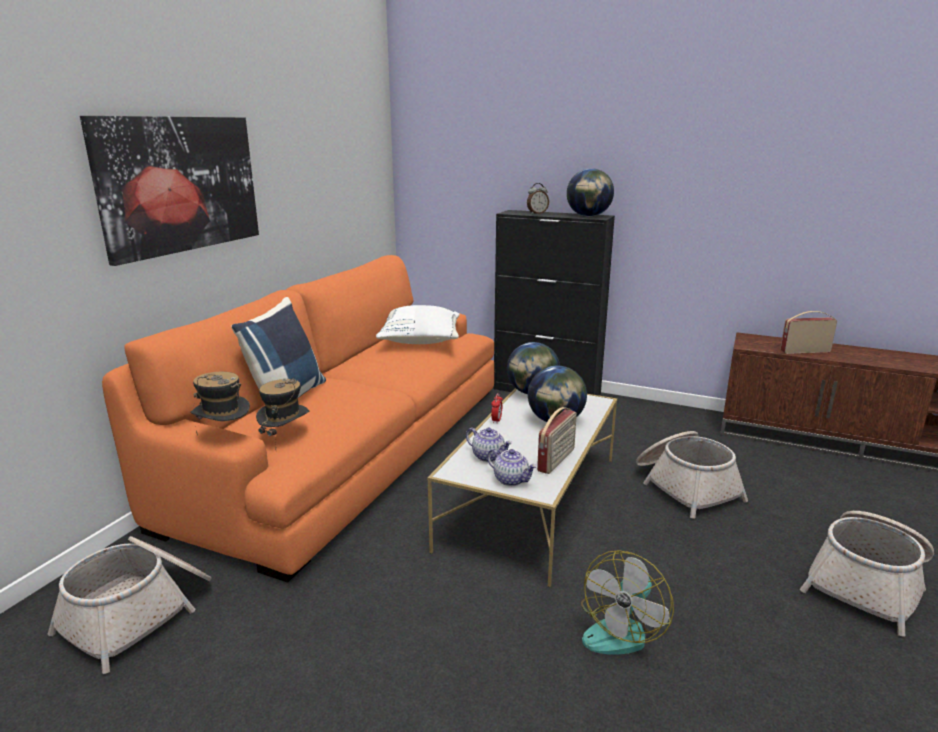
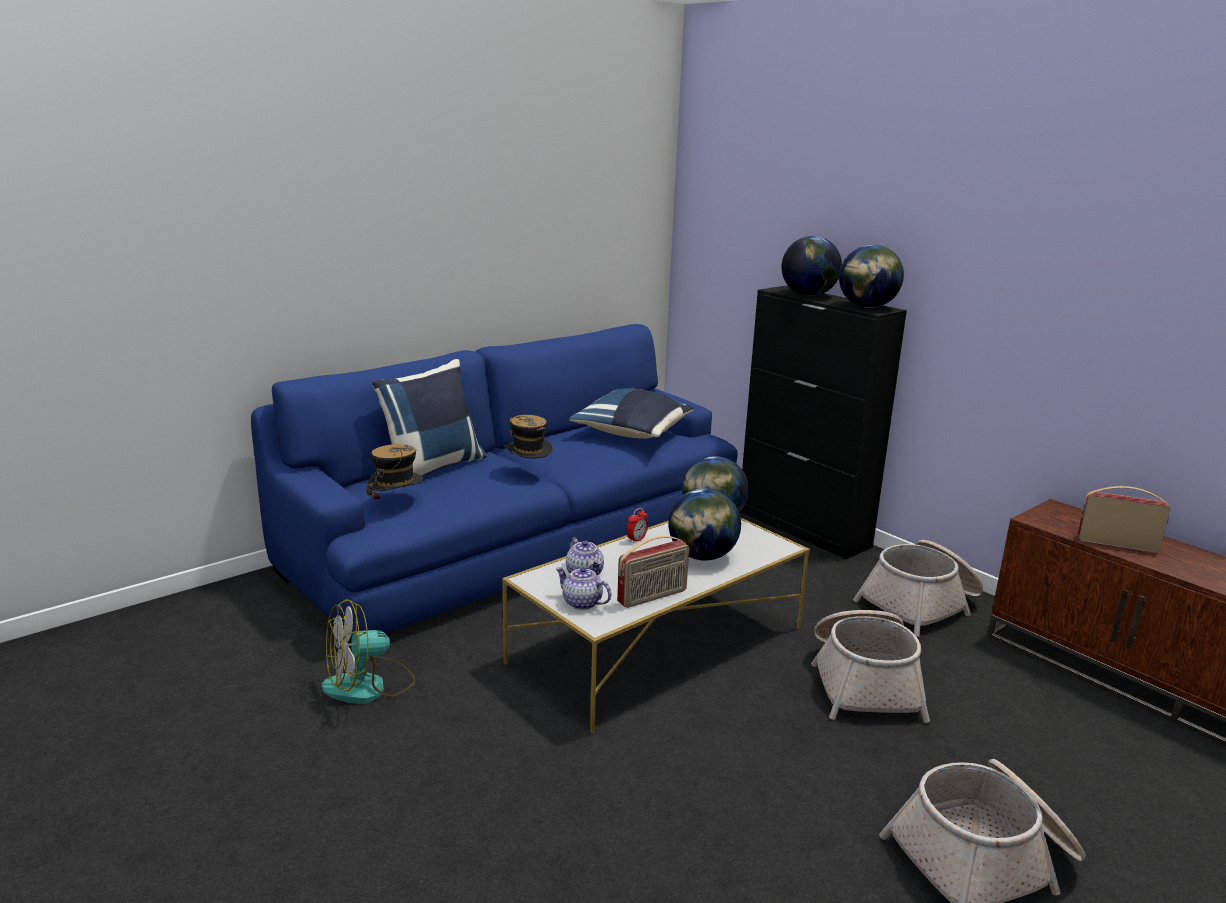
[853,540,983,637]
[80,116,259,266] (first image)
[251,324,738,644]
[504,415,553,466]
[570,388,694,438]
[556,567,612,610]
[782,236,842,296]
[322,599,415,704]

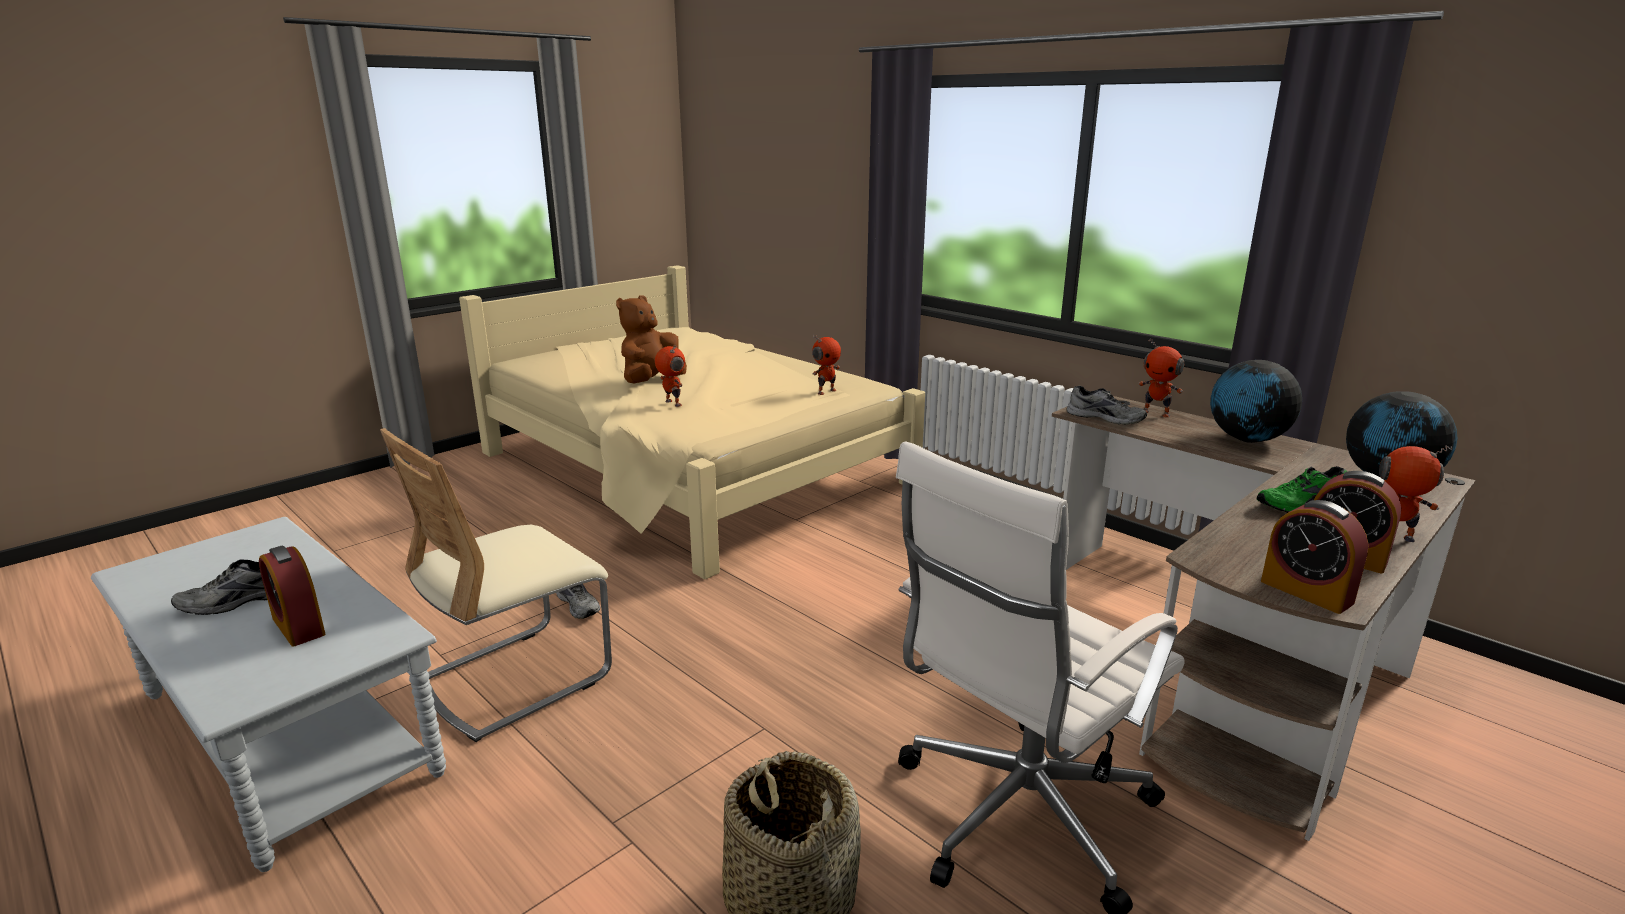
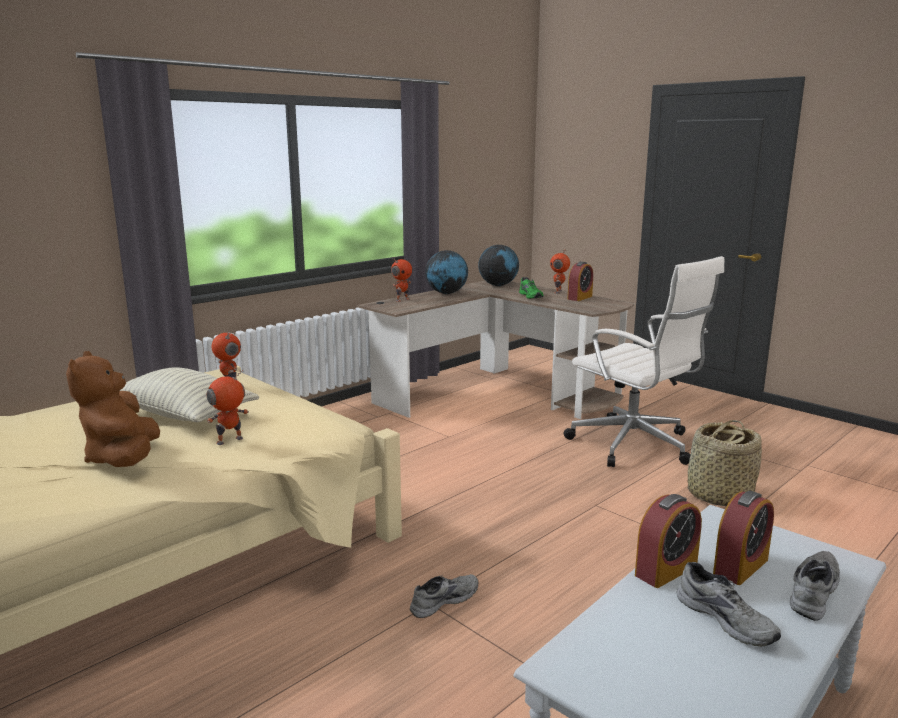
[380,428,612,742] (first image)
[66,351,160,467]
[790,551,840,621]
[635,494,702,588]
[120,367,259,422]

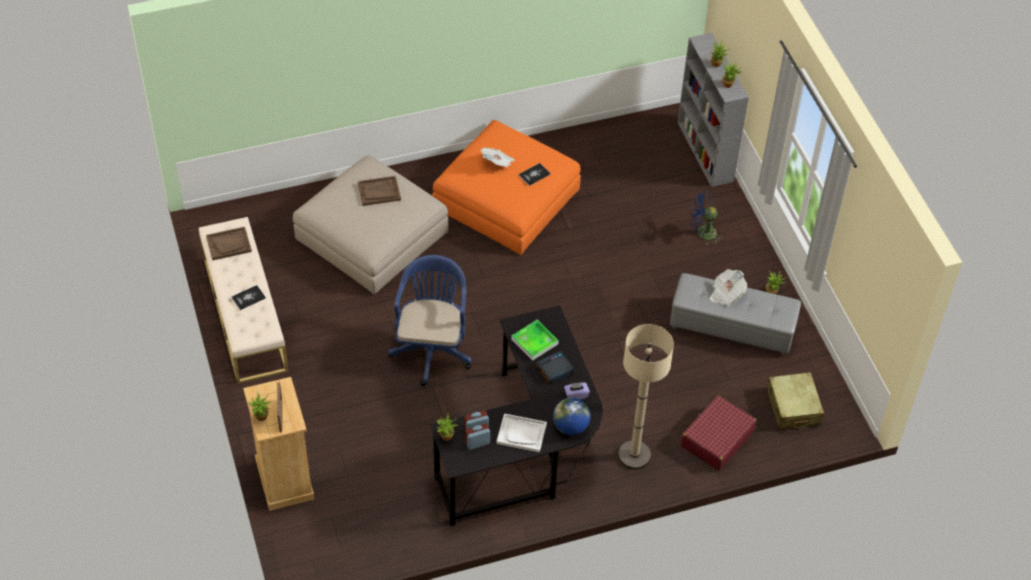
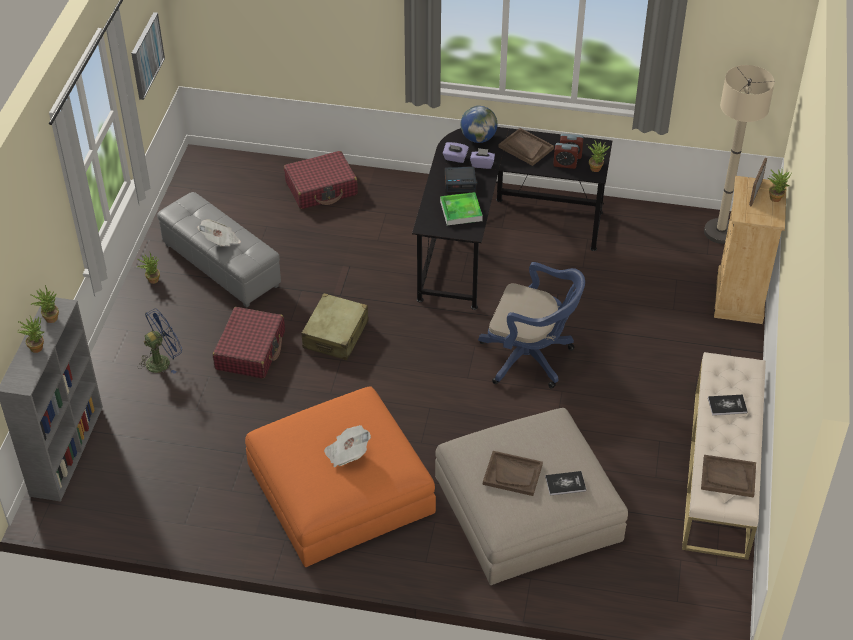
[478,262,585,389]
[499,128,554,166]
[545,471,586,496]
[704,65,775,244]
[138,308,182,374]
[302,293,368,360]
[131,12,165,100]
[213,307,285,379]
[470,148,495,169]

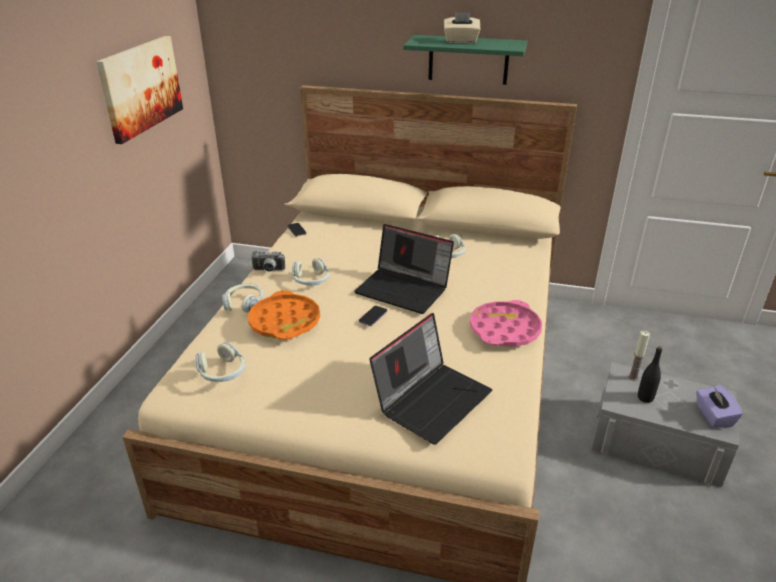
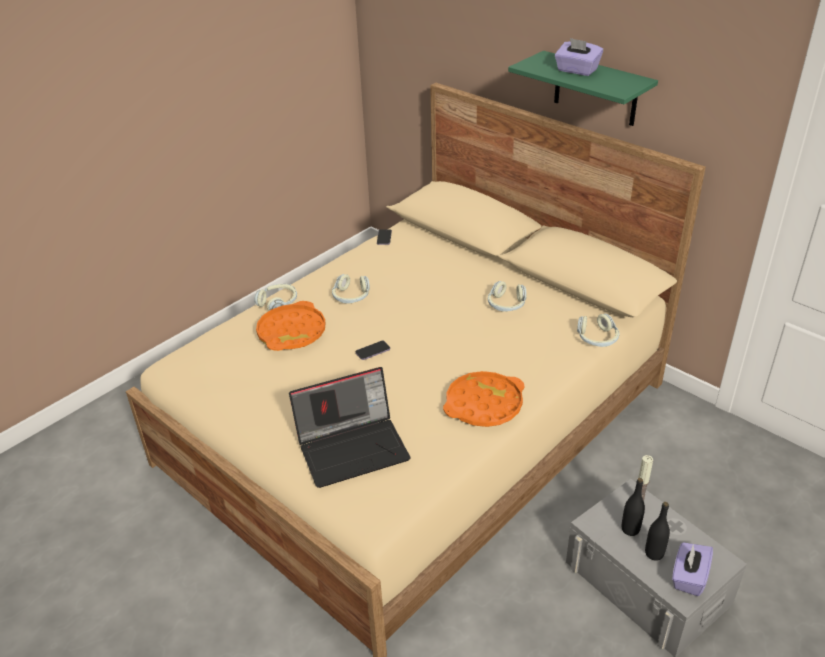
[96,36,183,144] (first image)
[577,313,620,347]
[251,251,285,272] (first image)
[354,224,454,314] (first image)
[555,38,603,76]
[443,371,525,427]
[645,502,670,561]

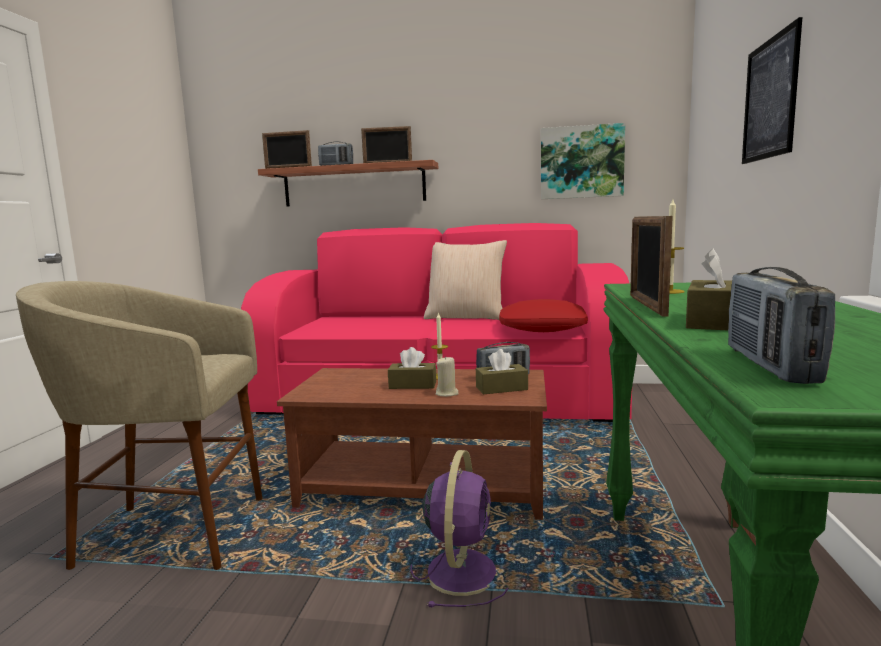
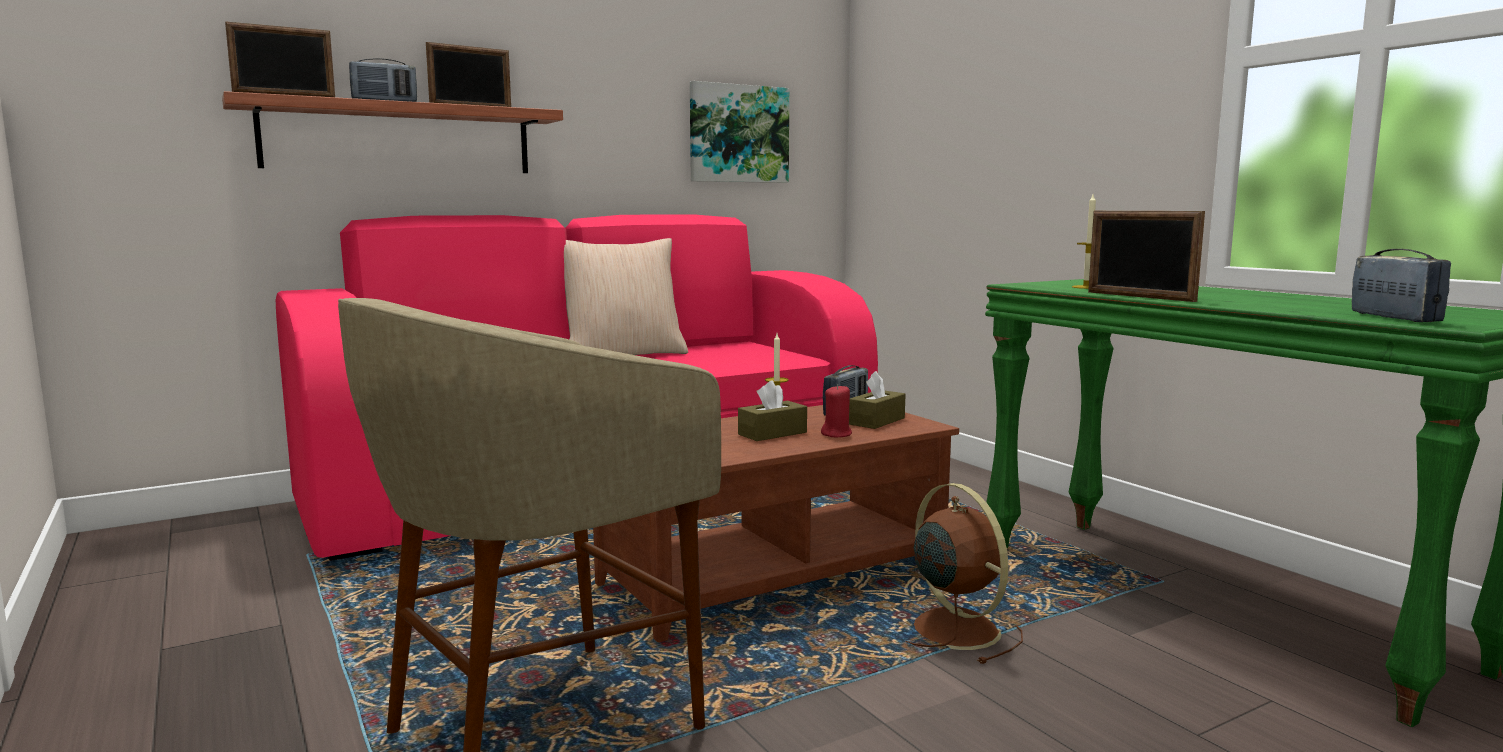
[906,483,1023,664]
[821,384,852,437]
[499,299,588,332] (first image)
[686,249,732,331] (first image)
[1352,249,1451,322]
[742,17,802,164] (first image)

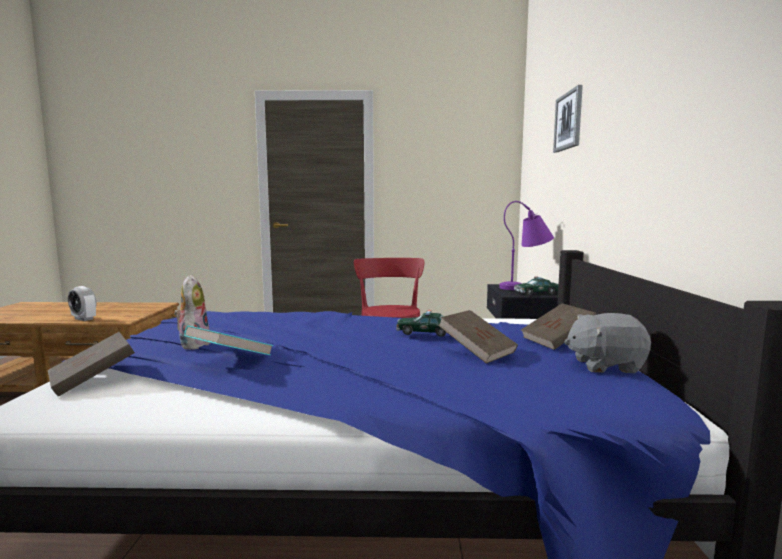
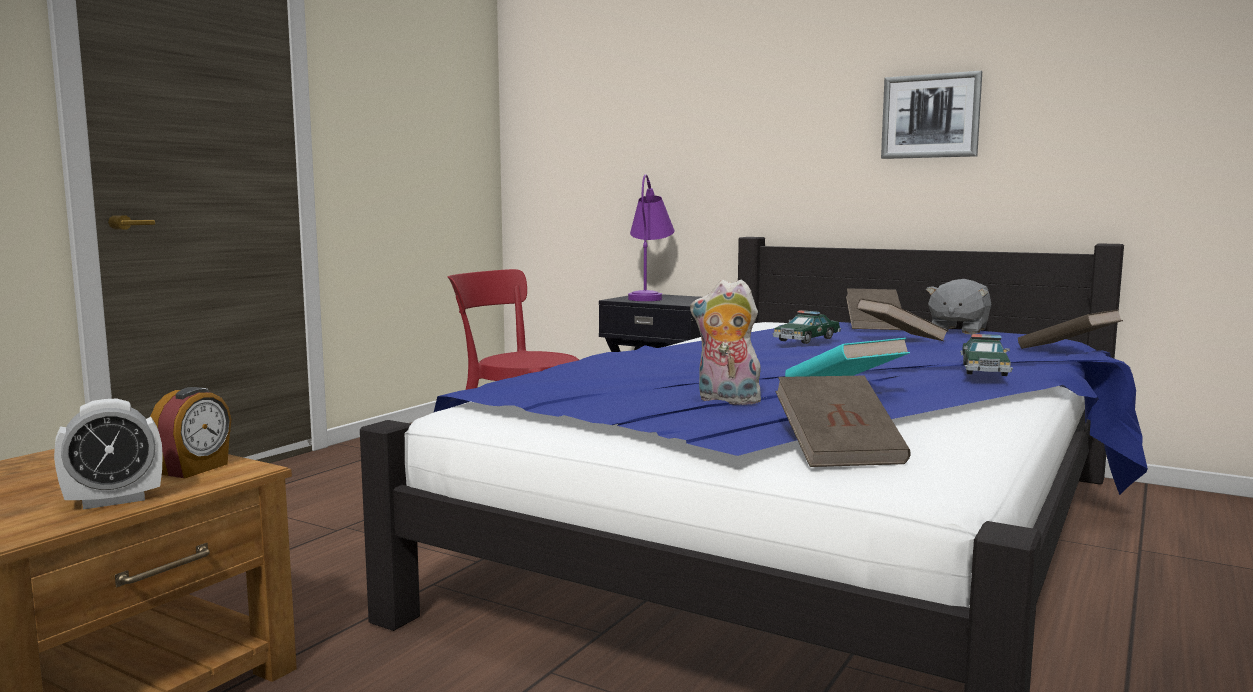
[960,334,1013,376]
[881,71,982,159]
[150,387,231,478]
[1018,309,1123,349]

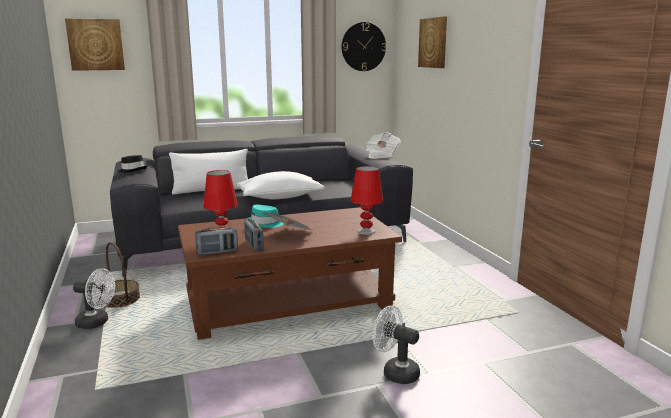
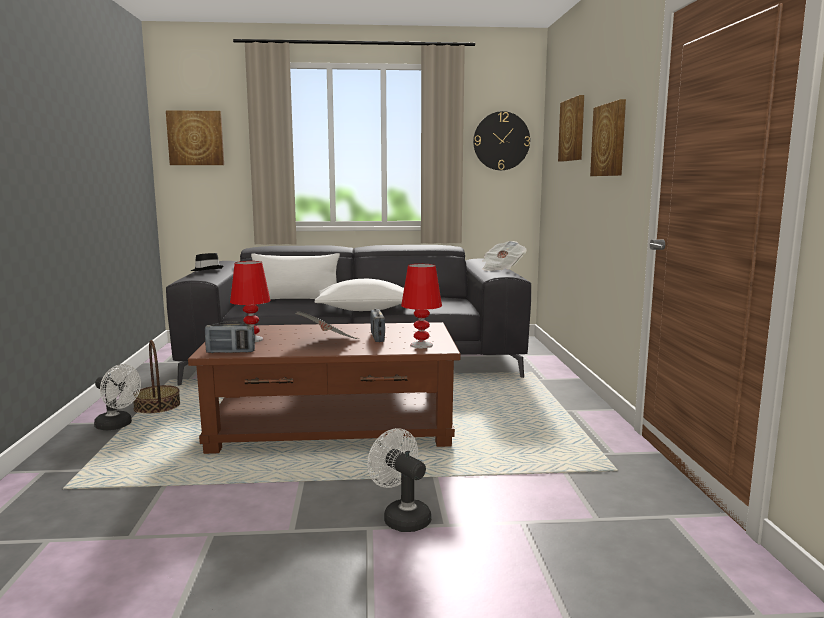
[370,309,385,342]
[247,205,284,228] (first image)
[590,99,626,176]

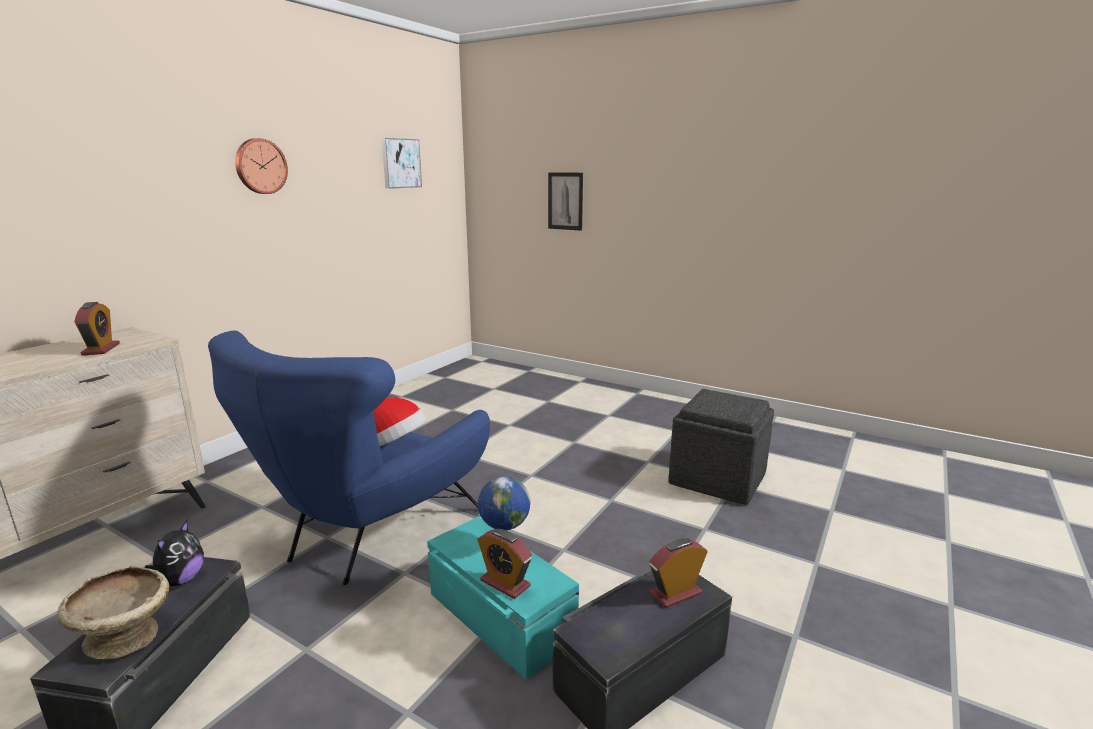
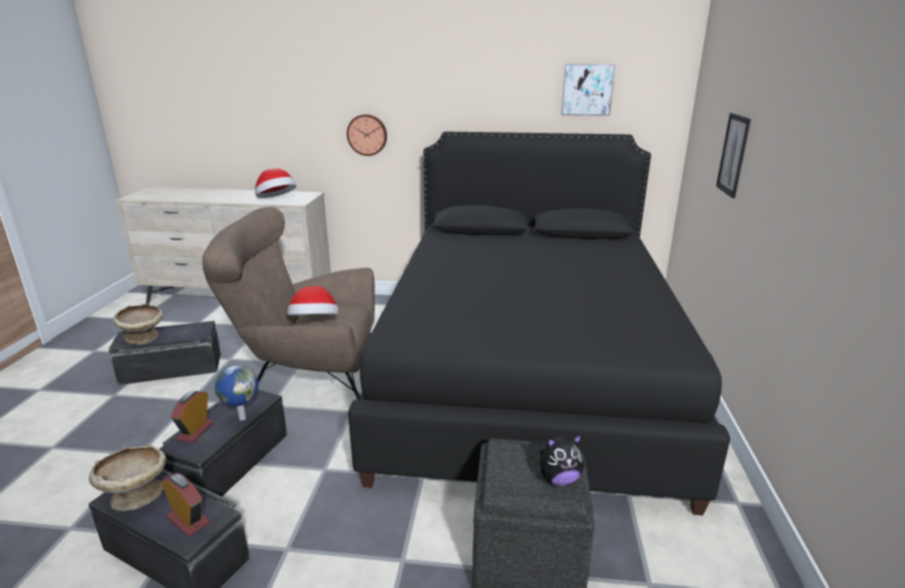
[255,168,296,198]
[540,434,585,486]
[202,207,375,399]
[347,114,387,156]
[160,390,287,501]
[89,445,166,511]
[348,132,730,515]

